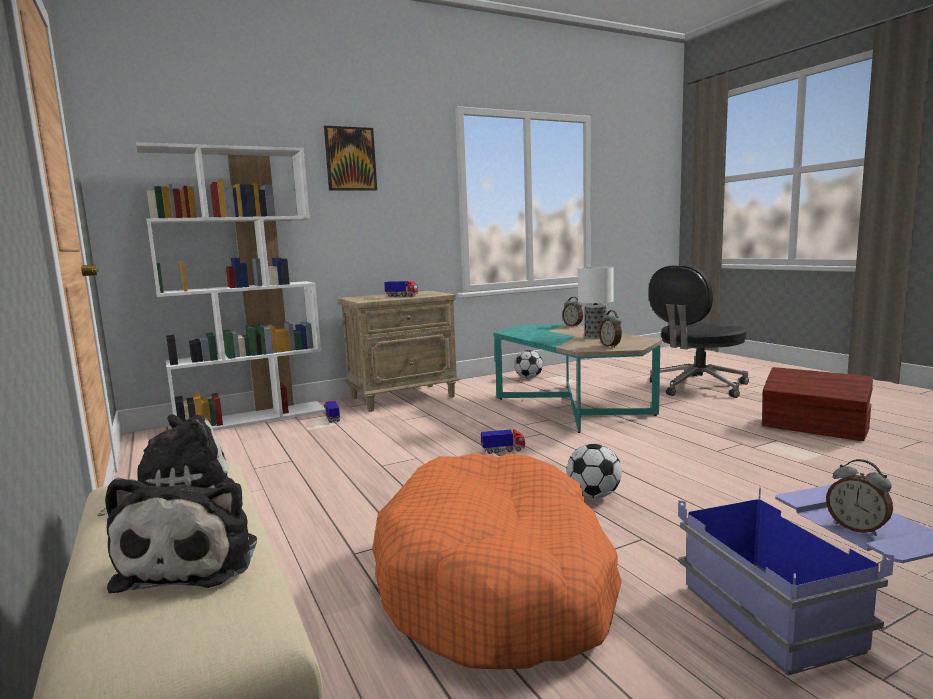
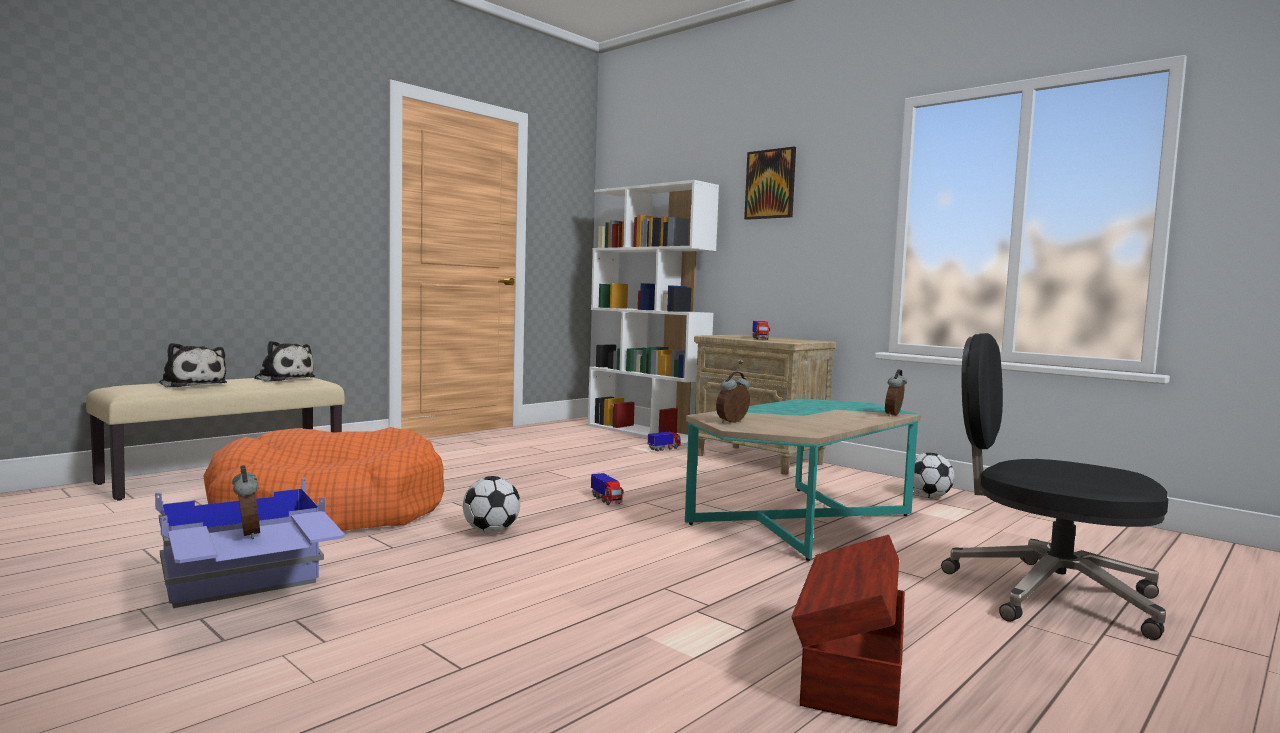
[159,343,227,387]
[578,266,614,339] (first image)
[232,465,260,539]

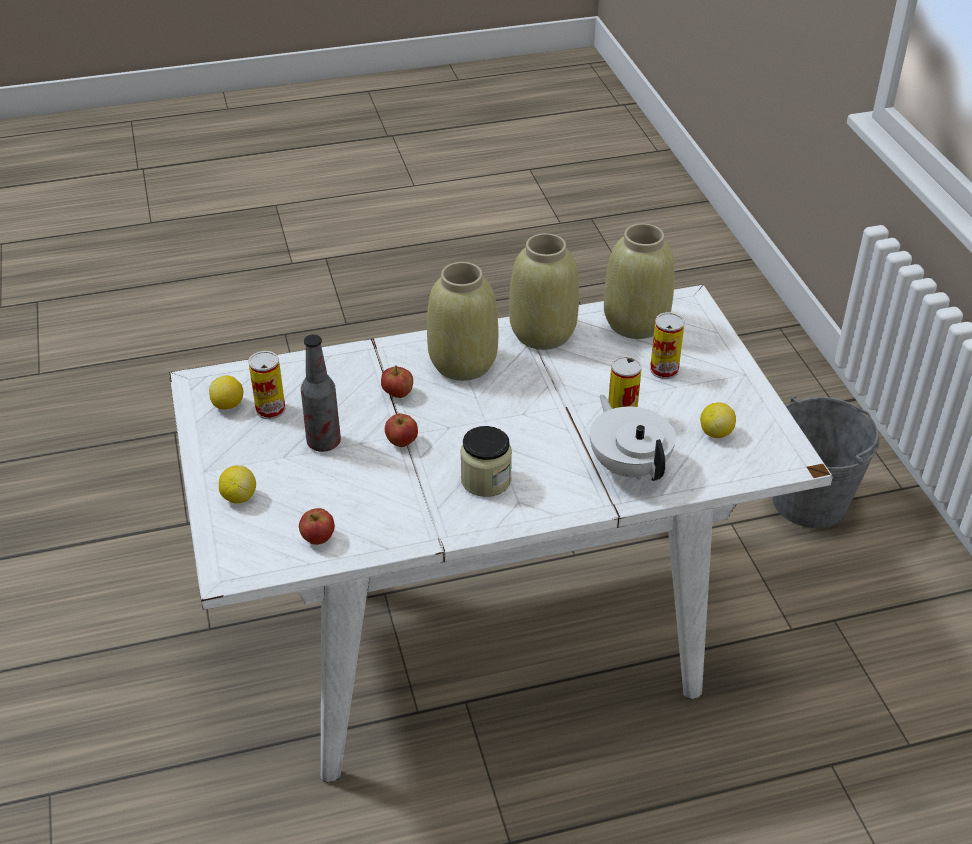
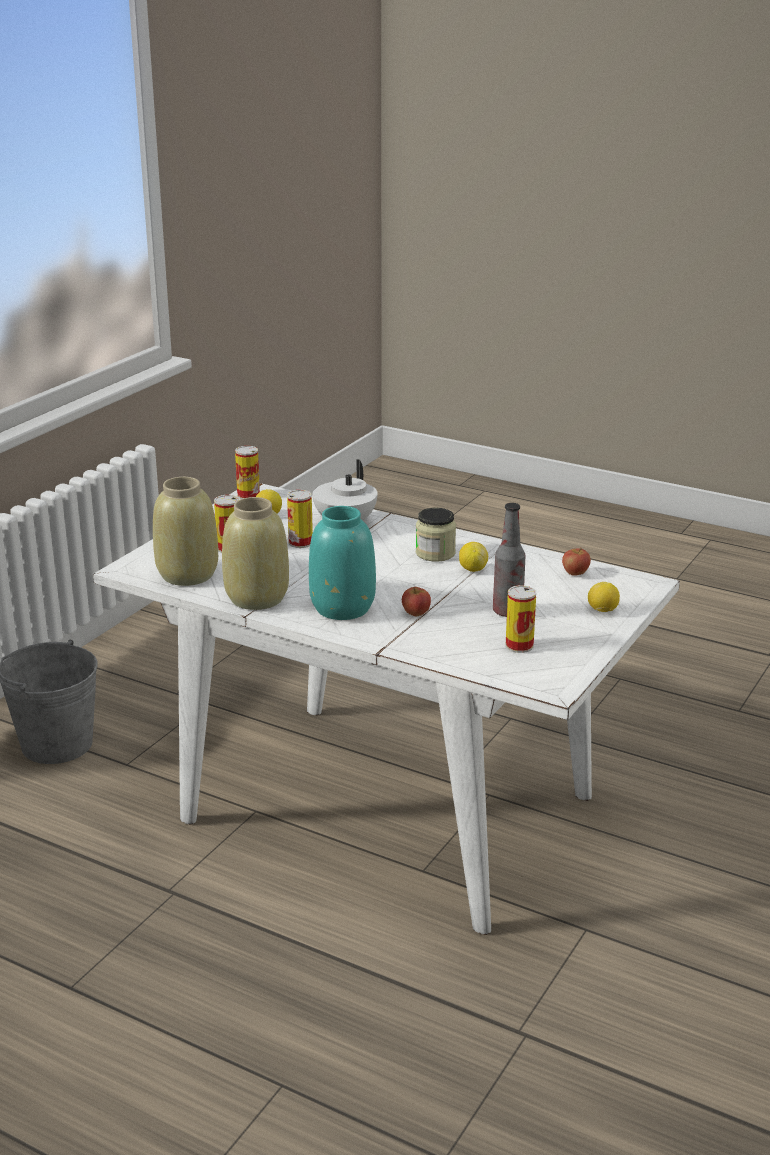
[459,542,488,572]
[385,413,418,447] (first image)
[309,506,376,620]
[235,446,260,499]

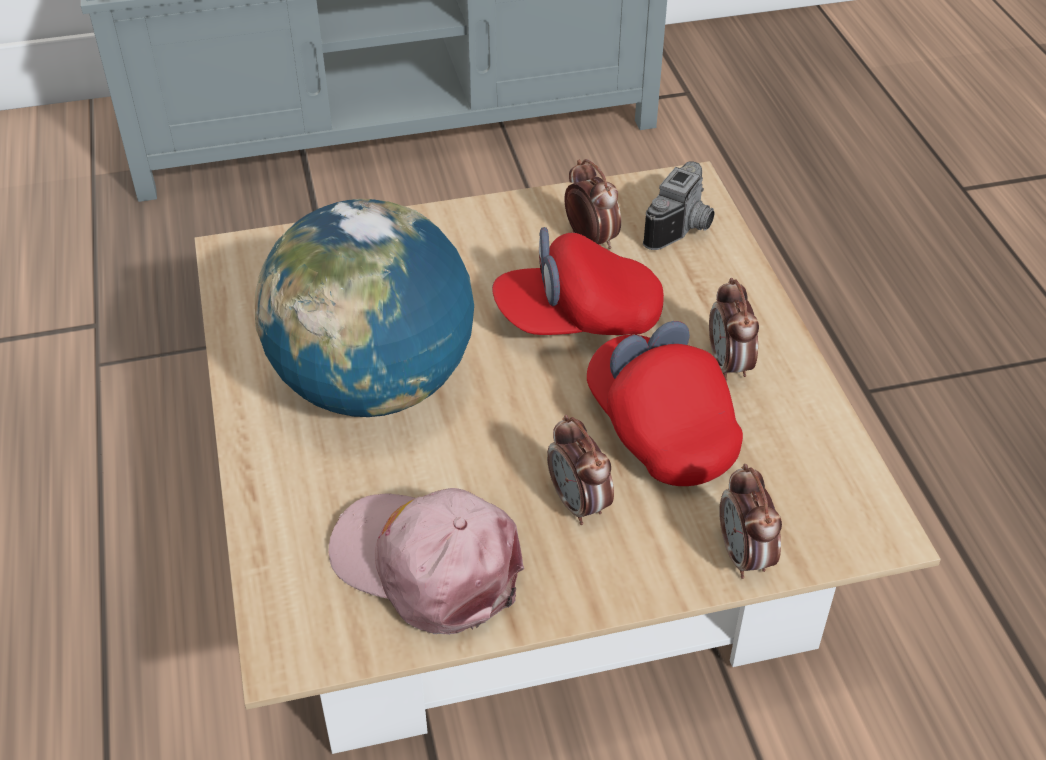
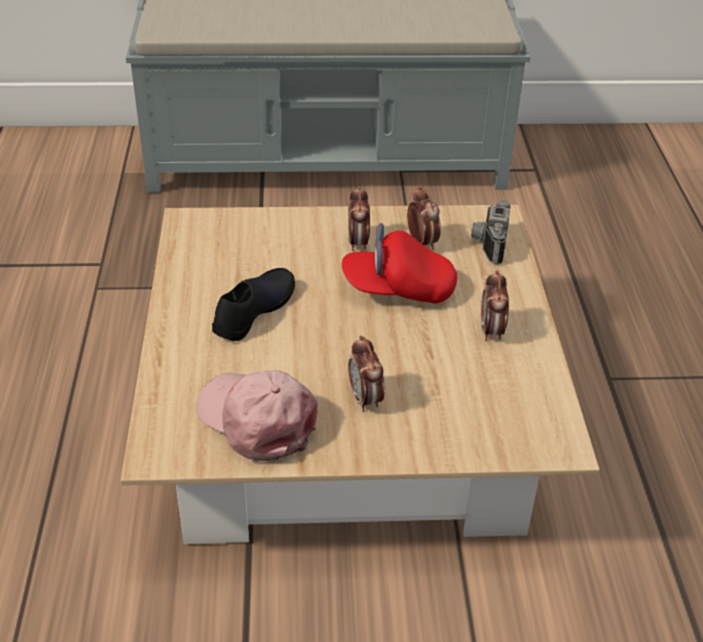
[212,268,295,341]
[587,321,743,486] (first image)
[471,200,511,265]
[348,186,370,251]

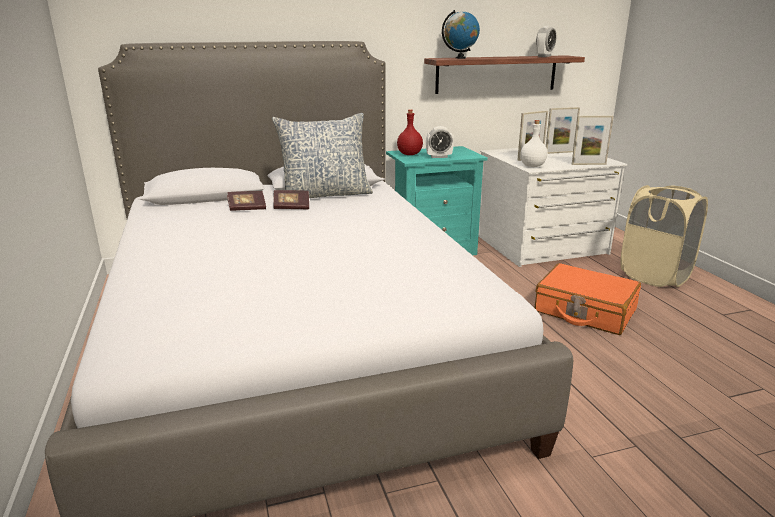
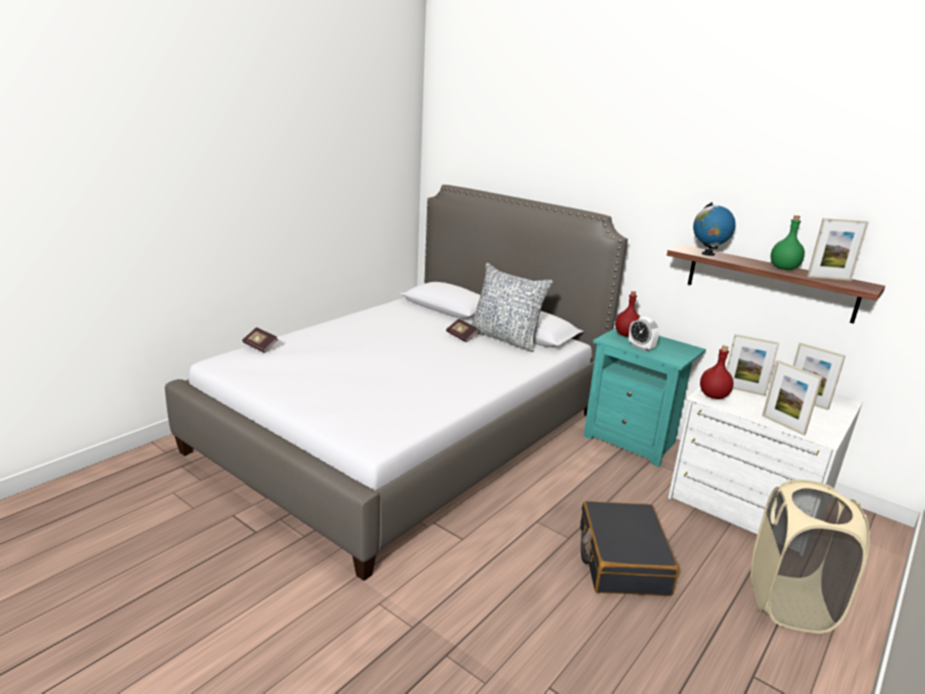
[242,327,278,353]
[700,345,733,399]
[580,501,679,596]
[807,218,869,280]
[771,215,805,270]

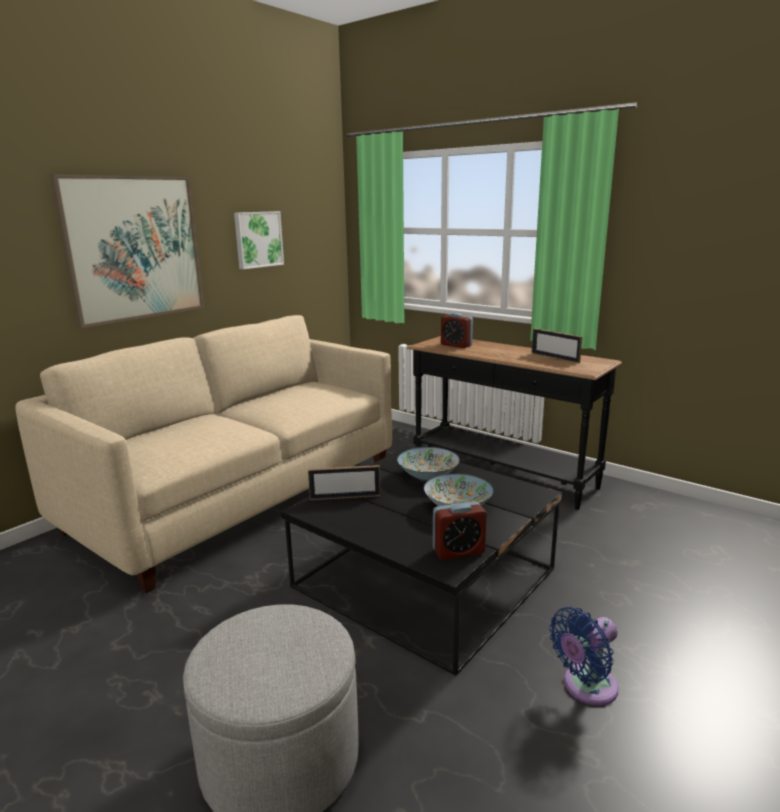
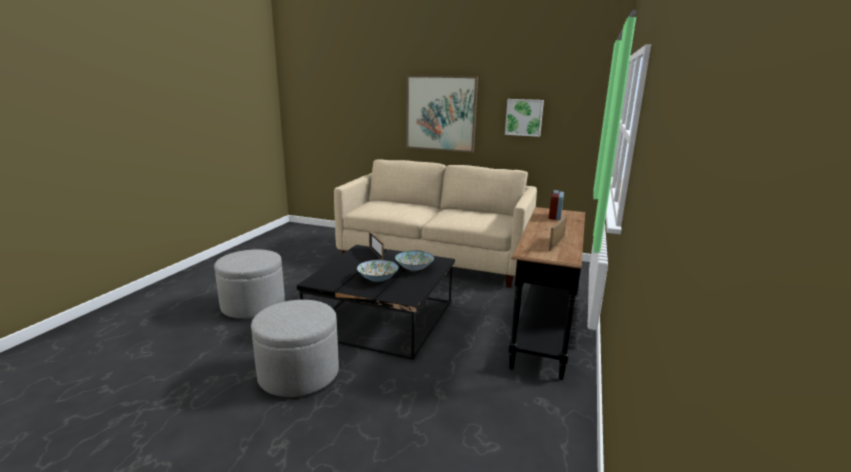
[433,501,486,560] (first image)
[251,300,339,397]

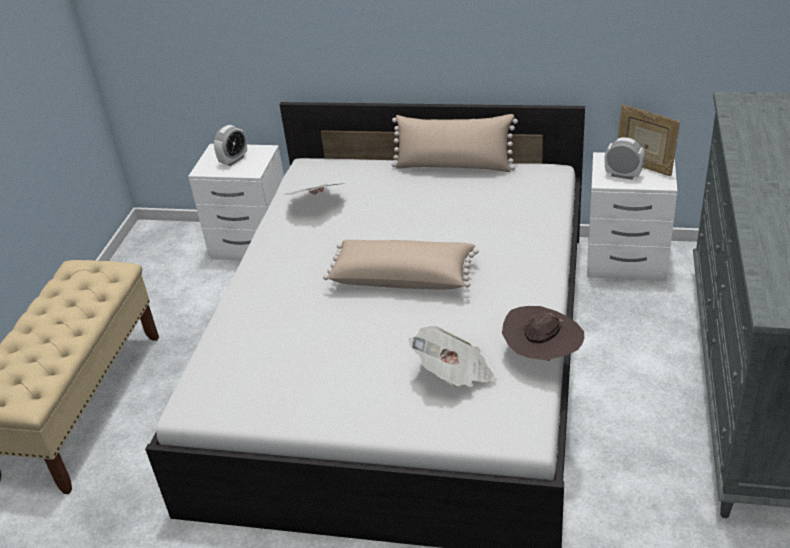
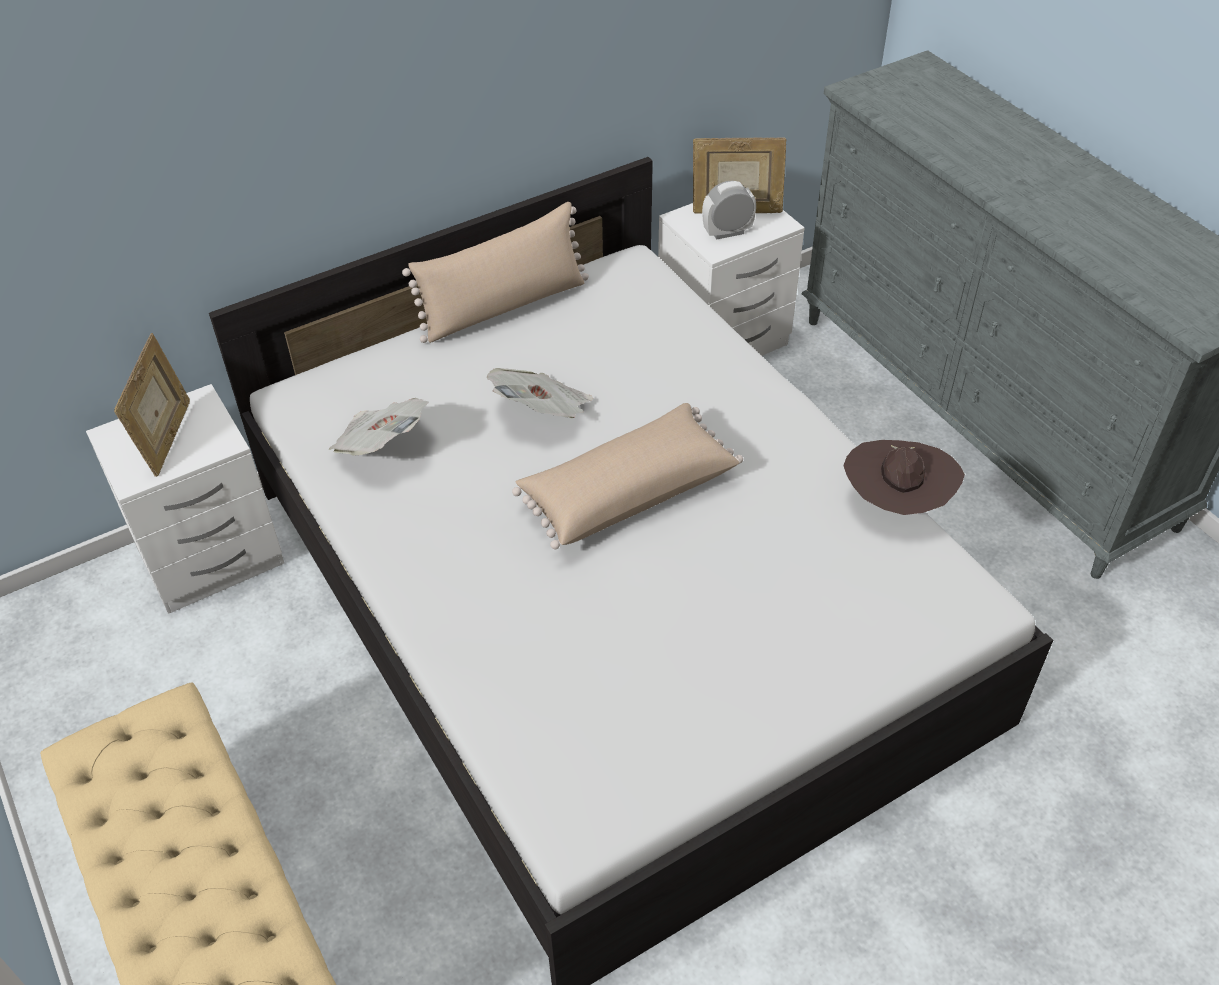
[114,333,190,477]
[487,368,593,418]

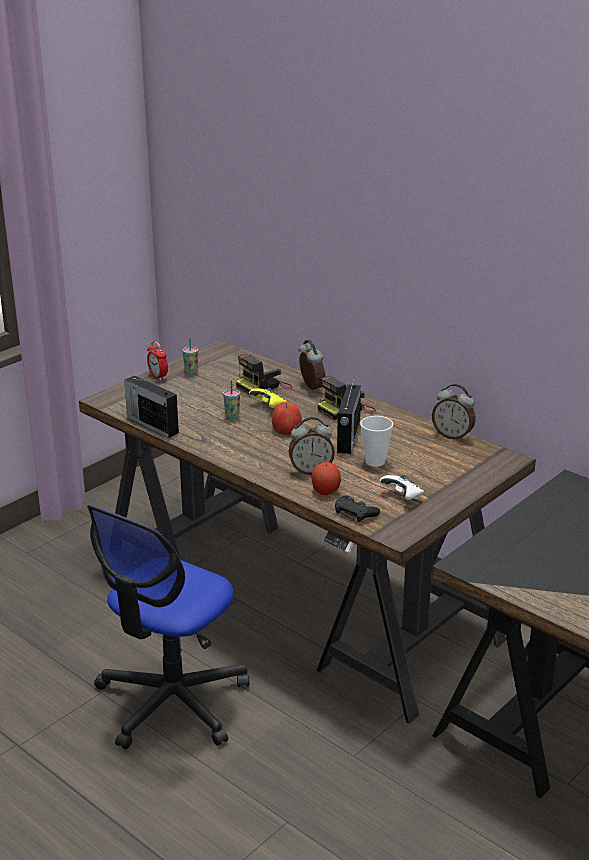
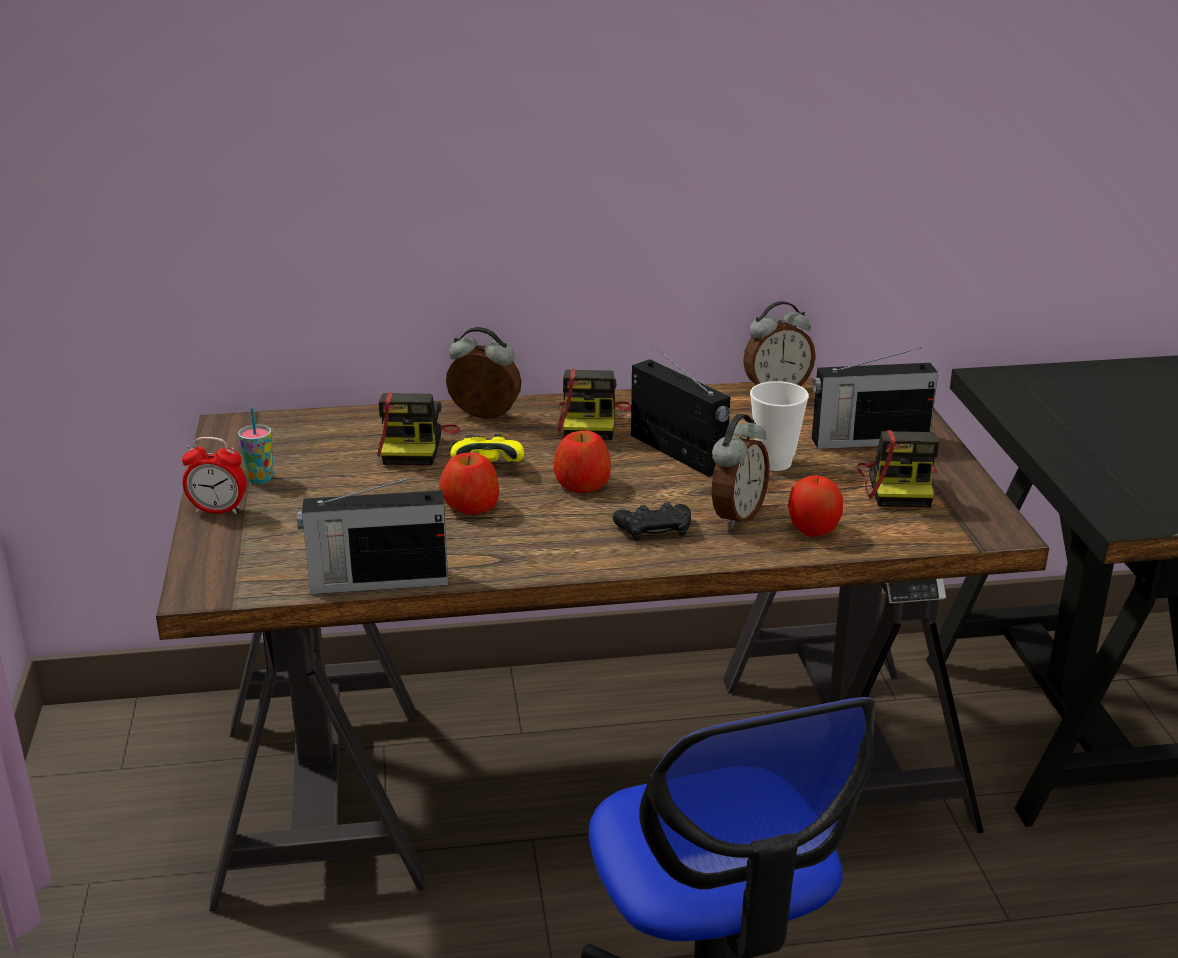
[439,452,499,515]
[613,503,691,542]
[857,430,939,508]
[812,347,938,449]

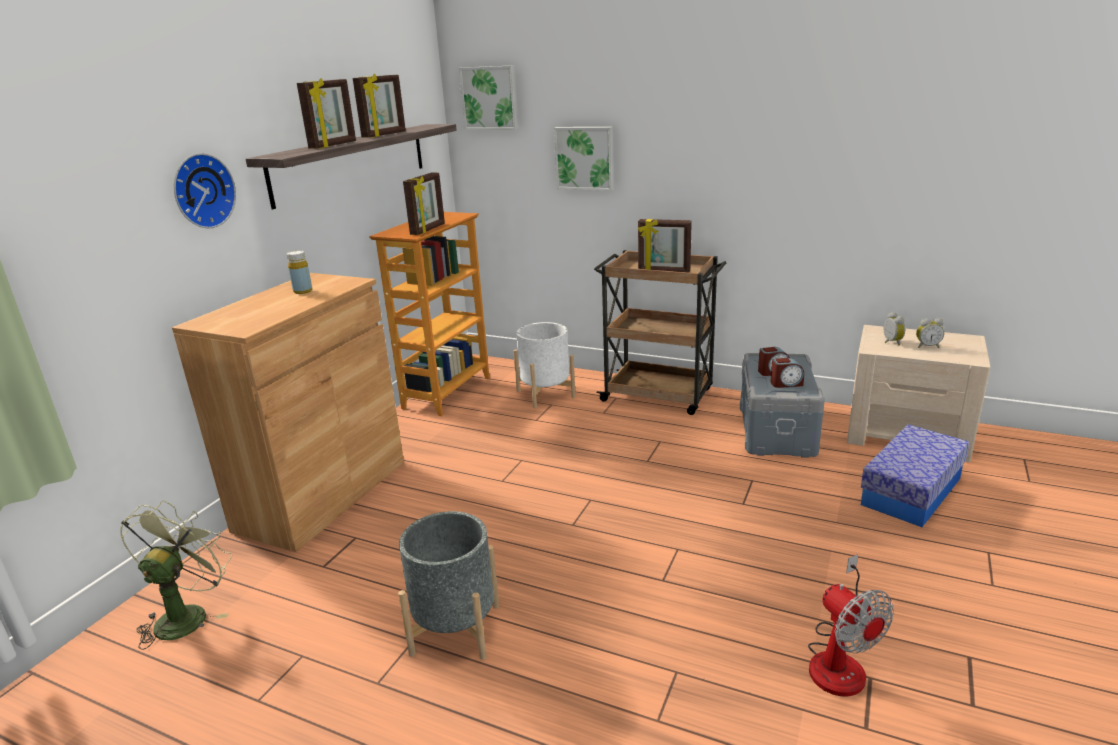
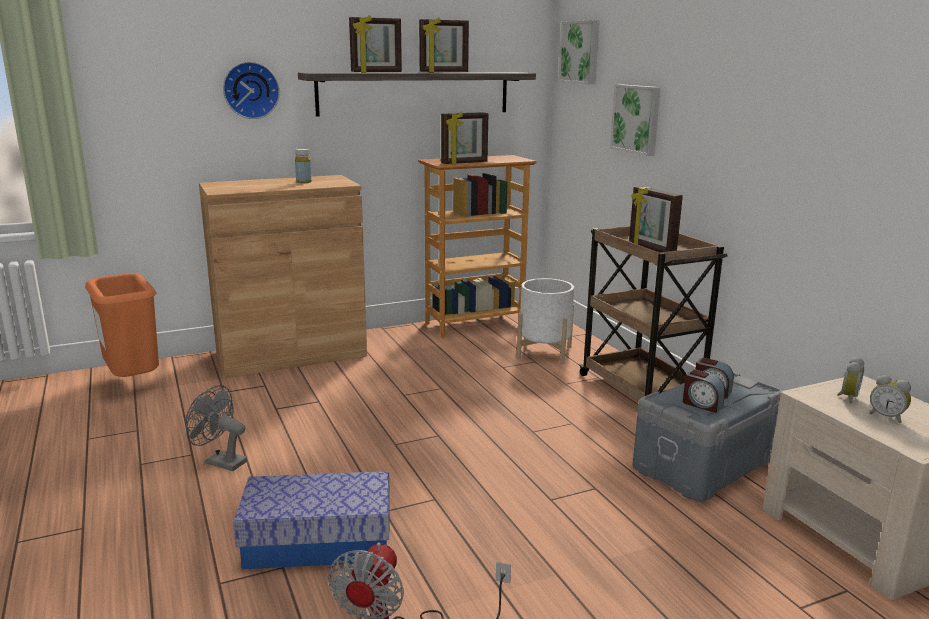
[85,273,159,377]
[186,385,247,471]
[233,471,390,569]

